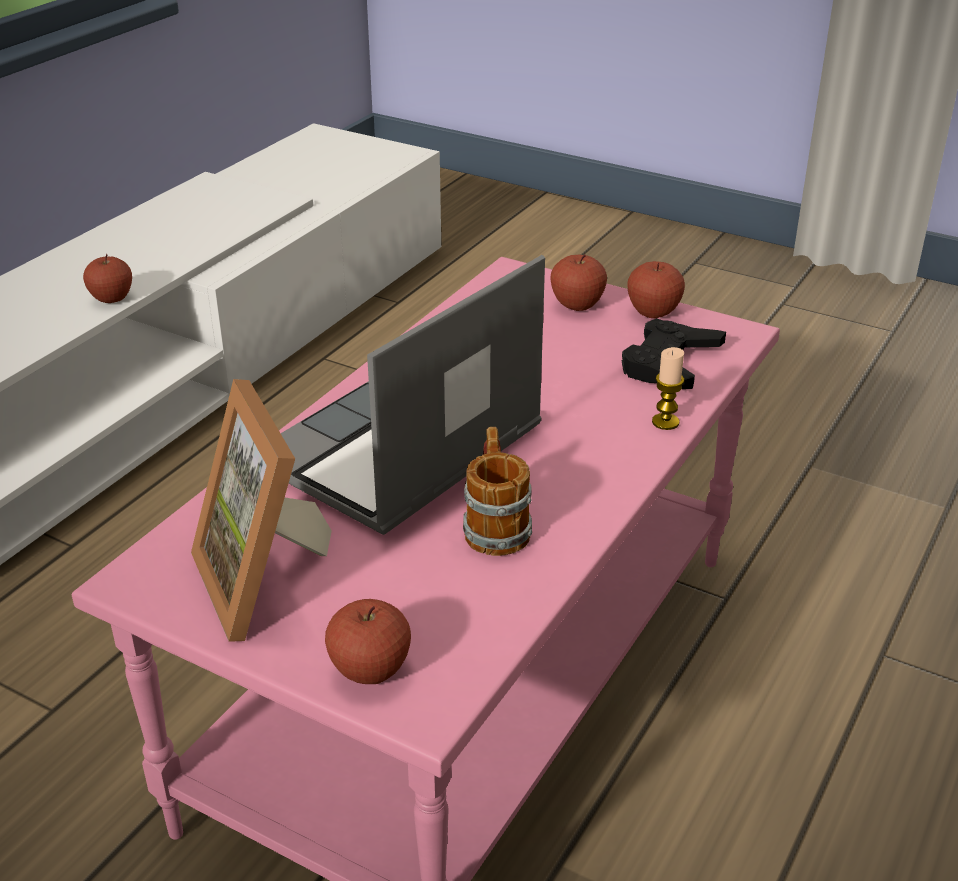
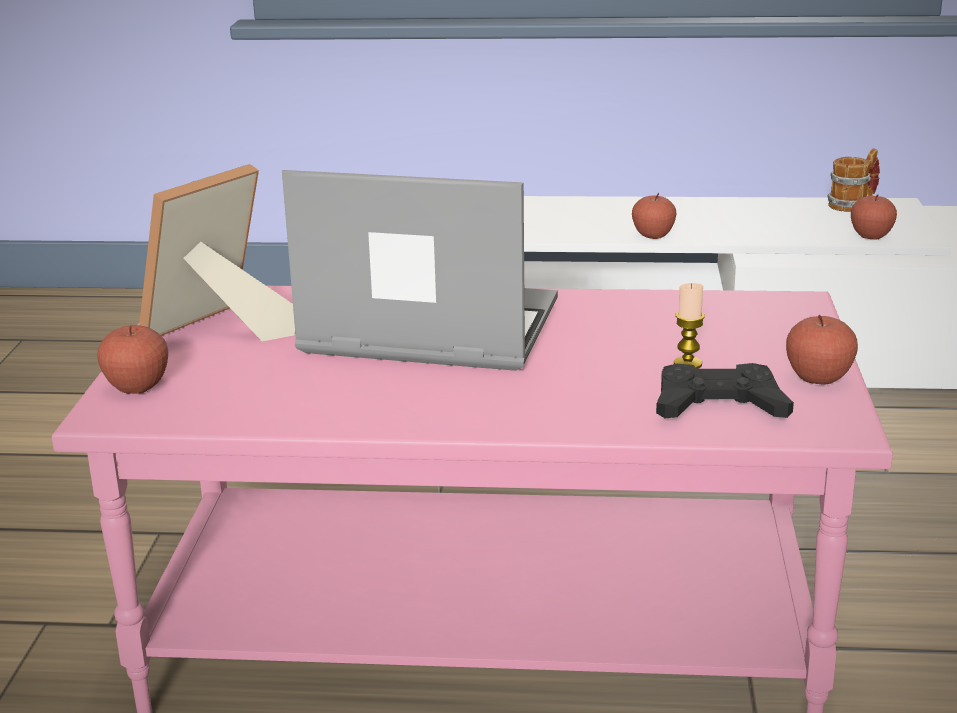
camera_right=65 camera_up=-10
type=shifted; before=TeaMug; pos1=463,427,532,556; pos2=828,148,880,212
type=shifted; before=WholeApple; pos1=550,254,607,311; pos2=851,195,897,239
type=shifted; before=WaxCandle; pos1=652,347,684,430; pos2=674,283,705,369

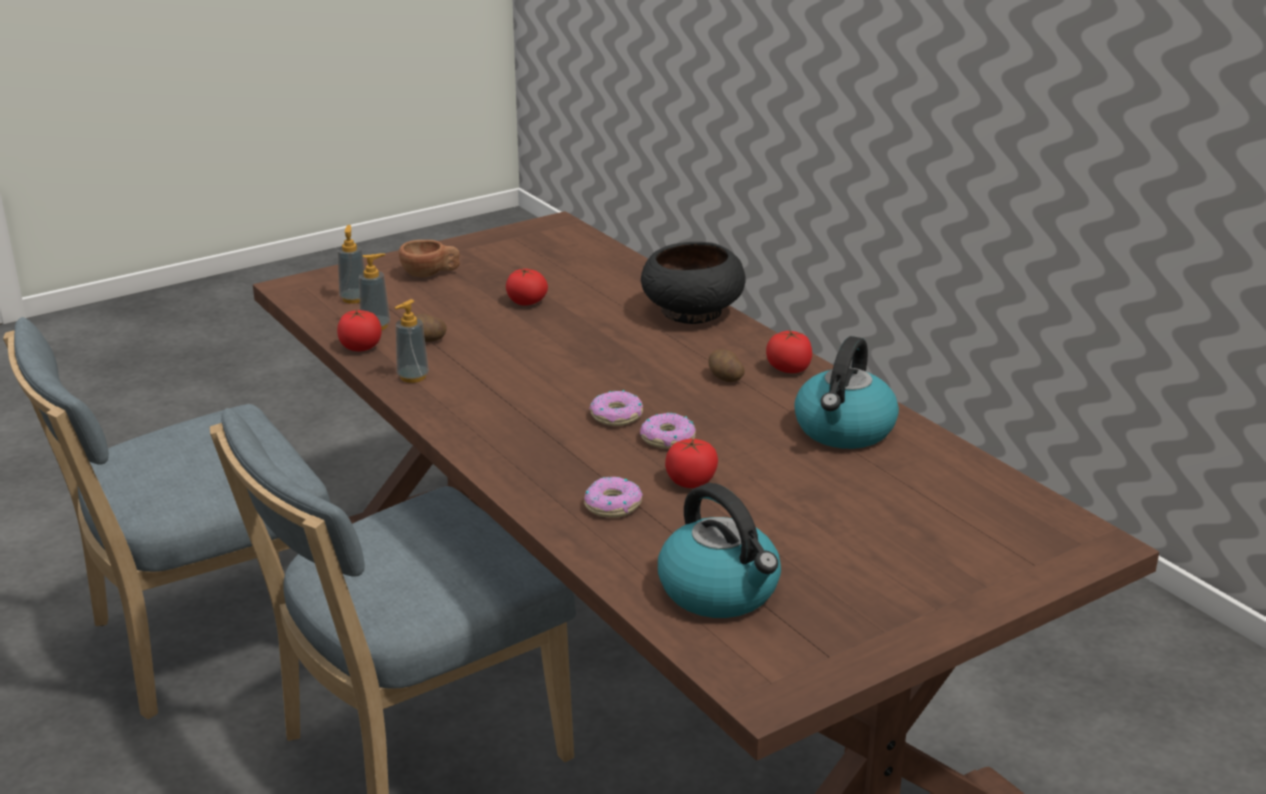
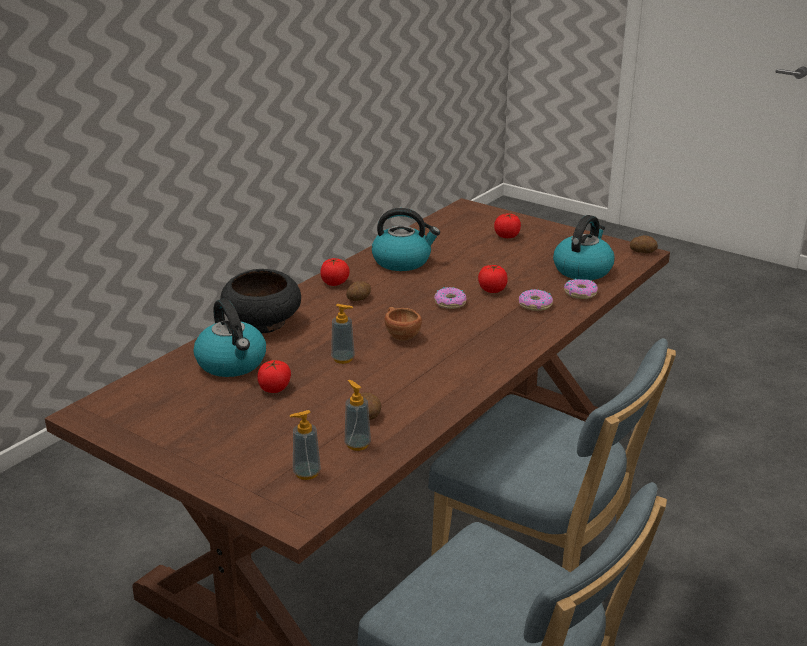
camera_right=-110 camera_up=0
type=new; after=TeaKettle; pos2=194,299,266,377
type=new; after=Spud; pos2=630,235,658,253
type=shifted; before=WholeTomato; pos1=337,309,381,351; pos2=494,213,521,238
type=shifted; before=SoapBottle; pos1=395,299,429,383; pos2=331,304,355,364
type=shifted; before=BrownColouredDrinkingCup; pos1=399,240,460,278; pos2=384,307,422,341
type=shifted; before=RingDoughnut; pos1=589,390,643,426; pos2=564,279,598,299

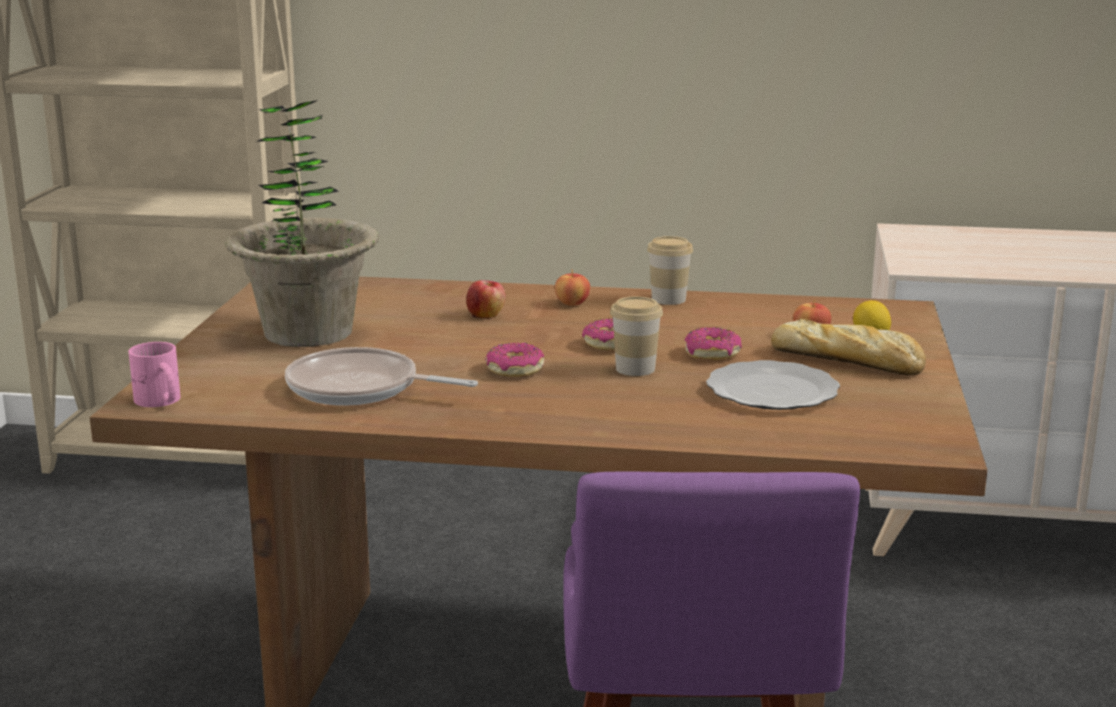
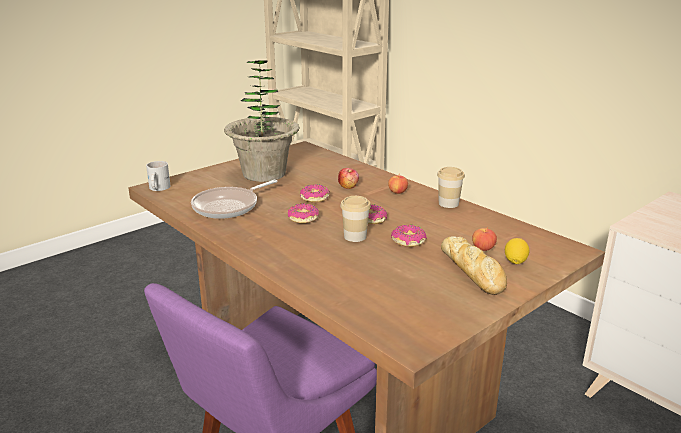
camera_right=40 camera_up=5
type=gone; before=Plate; pos1=706,360,840,410
type=new; after=RingDoughnut; pos2=300,184,330,202
type=repainted; before=PinkTeaMug; after=WhitishTeaMug; pos1=128,342,181,407; pos2=146,161,171,191
type=rotated; before=Pan; pos1=285,347,478,406; pos2=191,180,278,219; turn=-105

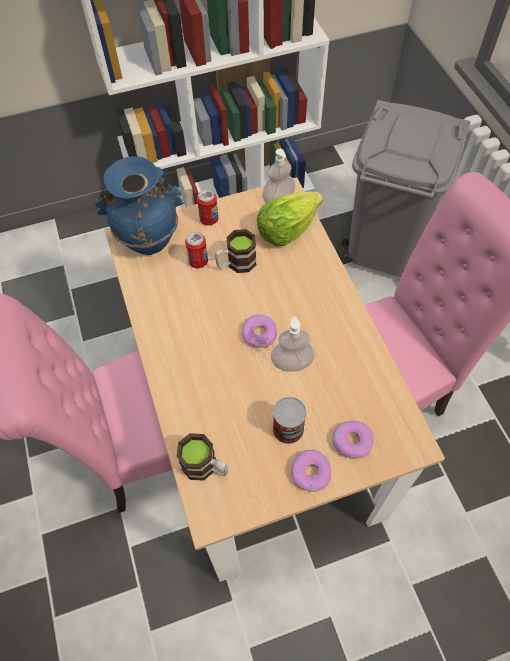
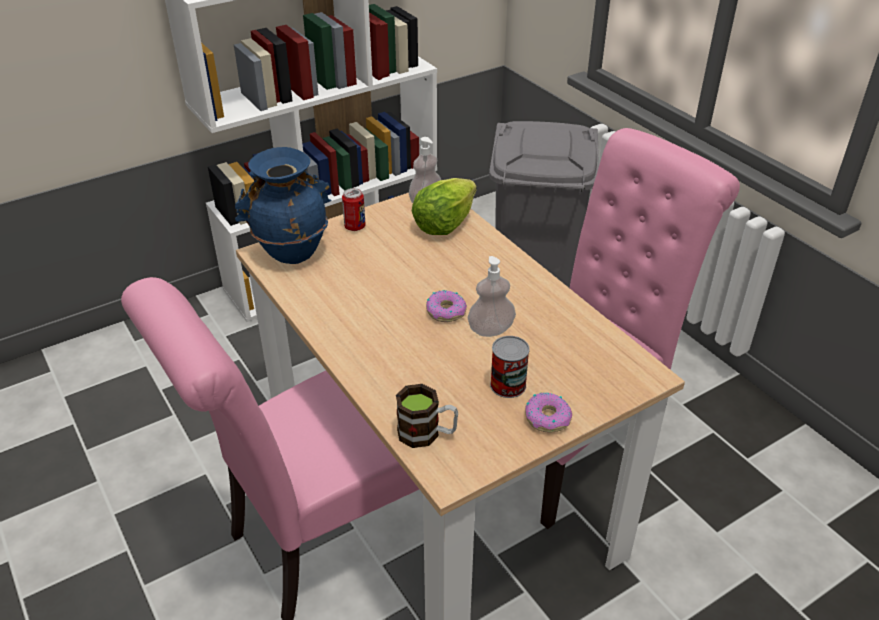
camera_right=-15 camera_up=-20
type=gone; before=Can; pos1=185,232,208,268
type=gone; before=TeaMug; pos1=215,229,256,273
type=gone; before=RingDoughnut; pos1=332,421,374,459

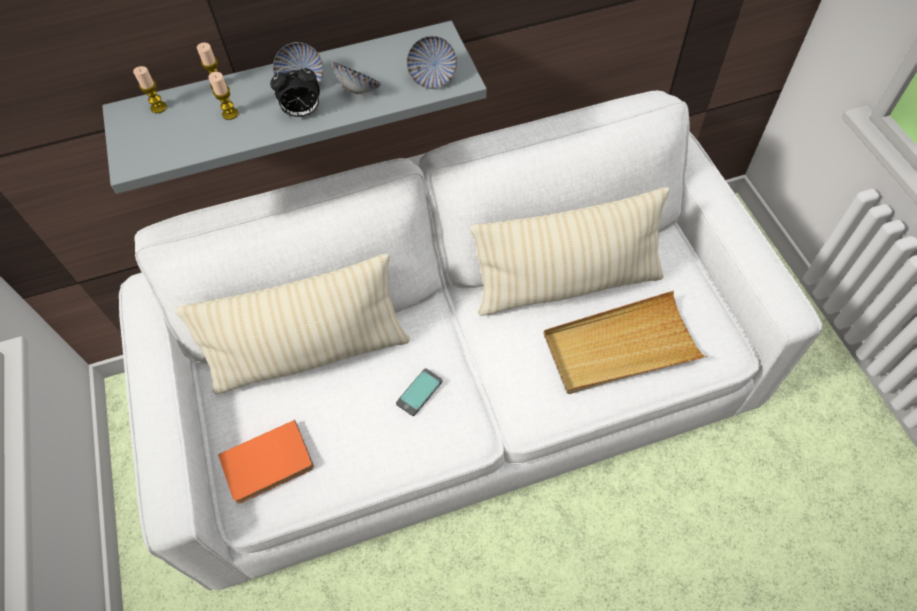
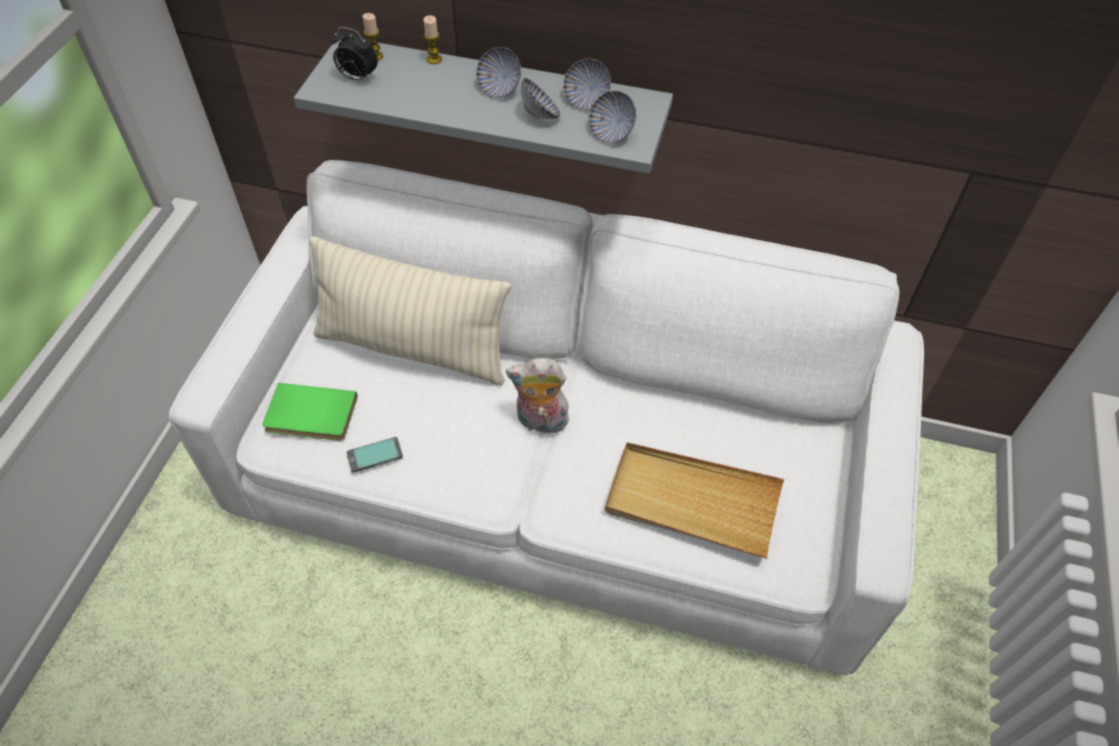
camera_right=30 camera_up=-5
type=gone; before=WaxCandle; pos1=208,72,238,120
type=gone; before=BeigeColouredPillow; pos1=470,187,670,316
type=new; after=SoftToy; pos2=506,358,569,434
type=new; after=DeepDish; pos2=563,59,611,110
type=shifted; before=AlarmClock; pos1=270,65,320,117; pos2=330,27,378,82
type=shifted; before=Phone; pos1=396,368,442,416; pos2=346,437,403,472
type=repainted; before=OrangeVolume; after=GreenVolume; pos1=218,420,314,504; pos2=262,383,358,441

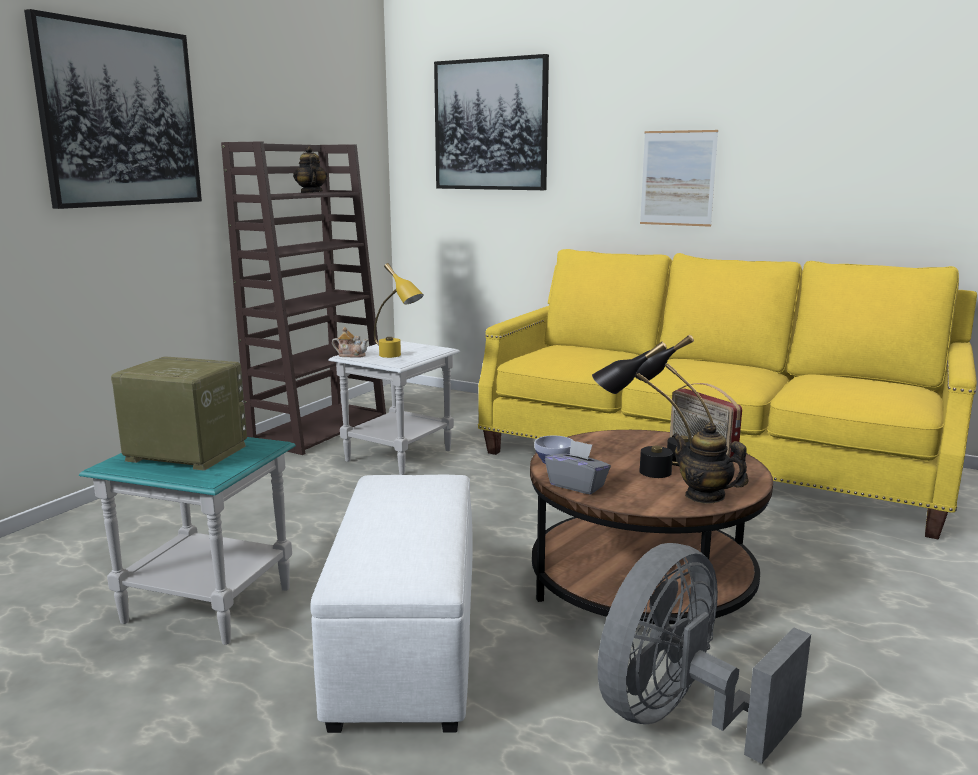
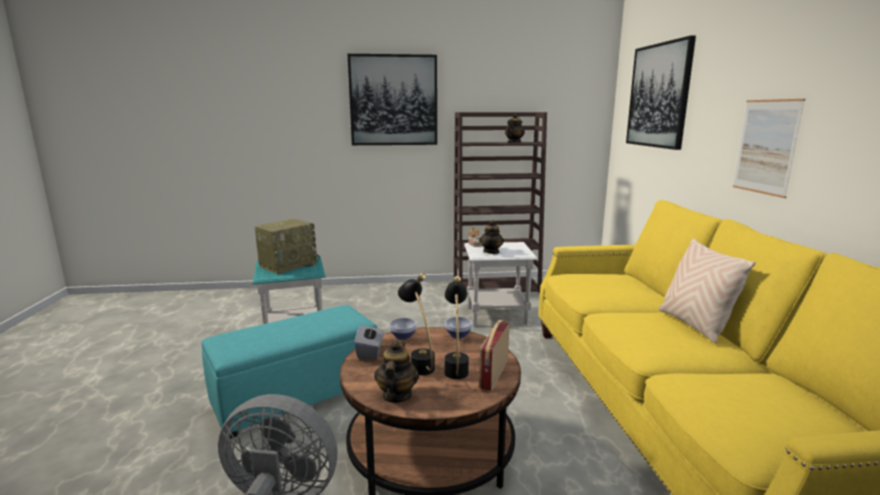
camera_right=55 camera_up=0
type=new; after=DeepDish; pos2=445,317,472,339
type=new; after=BeigeColouredPillow; pos2=659,238,756,343
type=swapped; before=YellowTabletopLamp; after=PotForTea; pos1=374,263,424,358; pos2=479,220,504,254
type=repainted; before=WhitishOttoman; after=TurquoiseColouredOttoman; pos1=310,475,473,733; pos2=201,305,377,439
type=rotated; before=Radio; pos1=111,356,247,471; pos2=255,219,319,274; turn=60

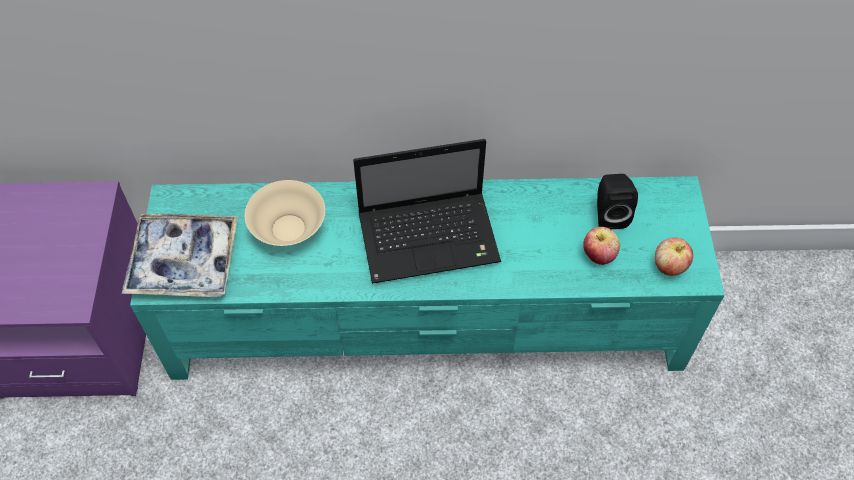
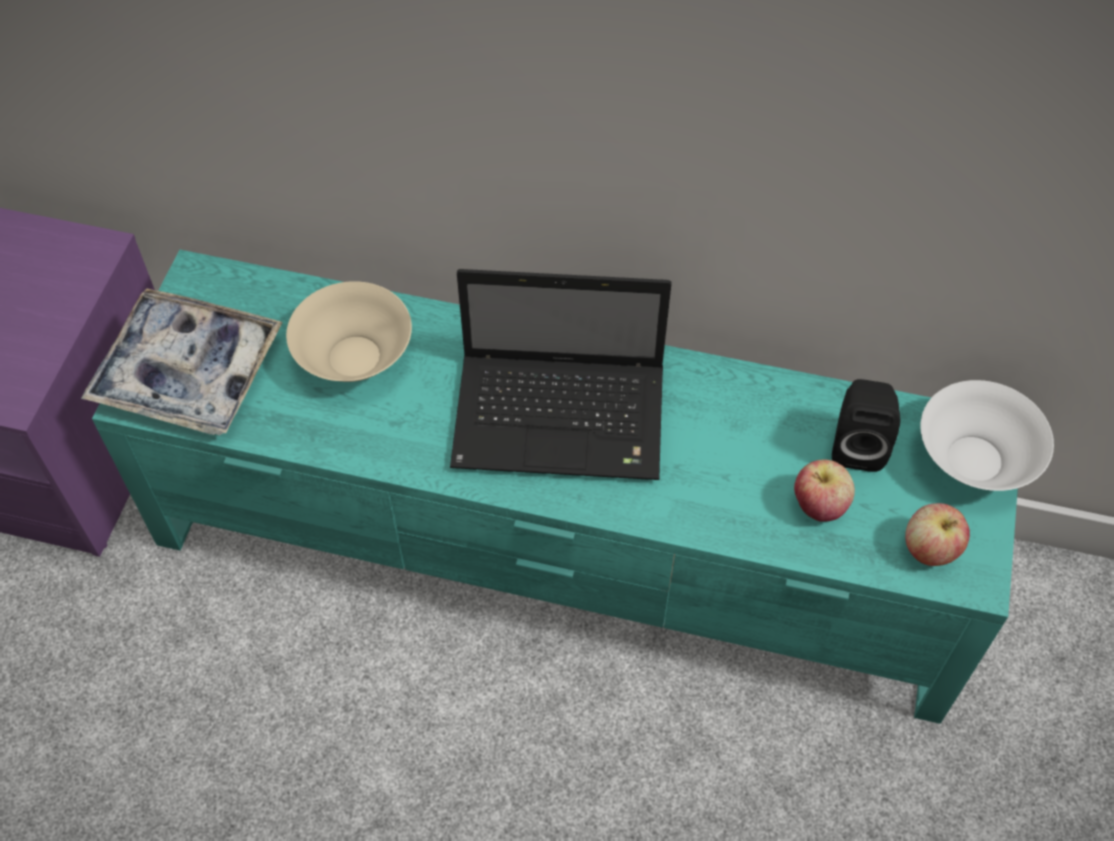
camera_right=15 camera_up=0
type=new; after=WhitishDeepDish; pos2=920,380,1054,491

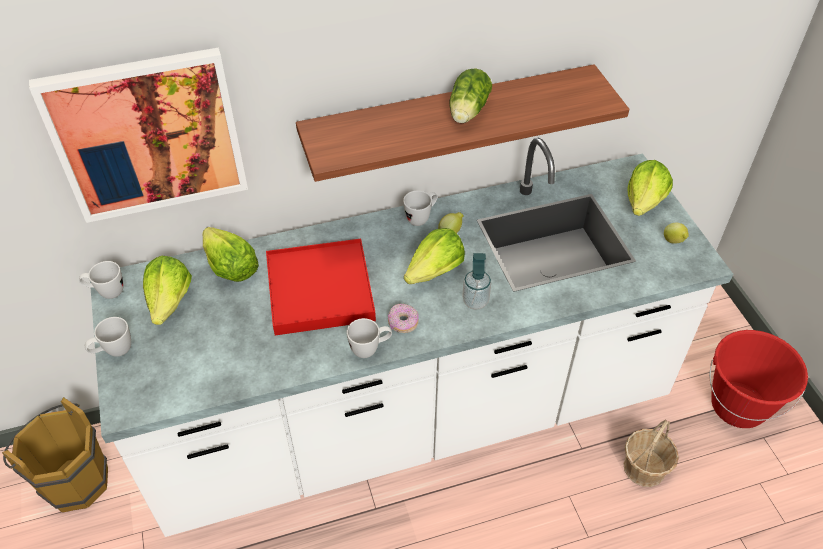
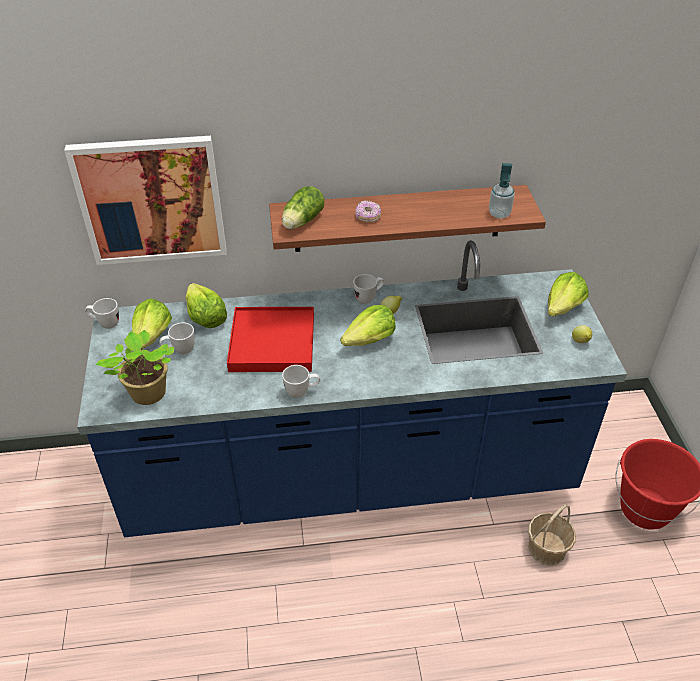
camera_right=10 camera_up=-5
type=gone; before=BrownColouredBucket; pos1=2,397,108,512
type=new; after=Houseplant; pos2=96,330,174,405
type=shifted; before=WhitishTeaMug; pos1=85,317,131,357; pos2=159,322,195,354
type=shifted; before=RingDoughnut; pos1=388,303,419,333; pos2=355,200,381,222
type=shifted; before=Lettuce; pos1=449,68,492,123; pos2=282,186,324,229
type=shifted; before=SoapBottle; pos1=462,253,491,310; pos2=489,163,515,219
type=repainted; before=WhitishKitchenCounter; after=BlueColouredKitchenCounter; pos1=90,138,733,537; pos2=77,240,627,537

